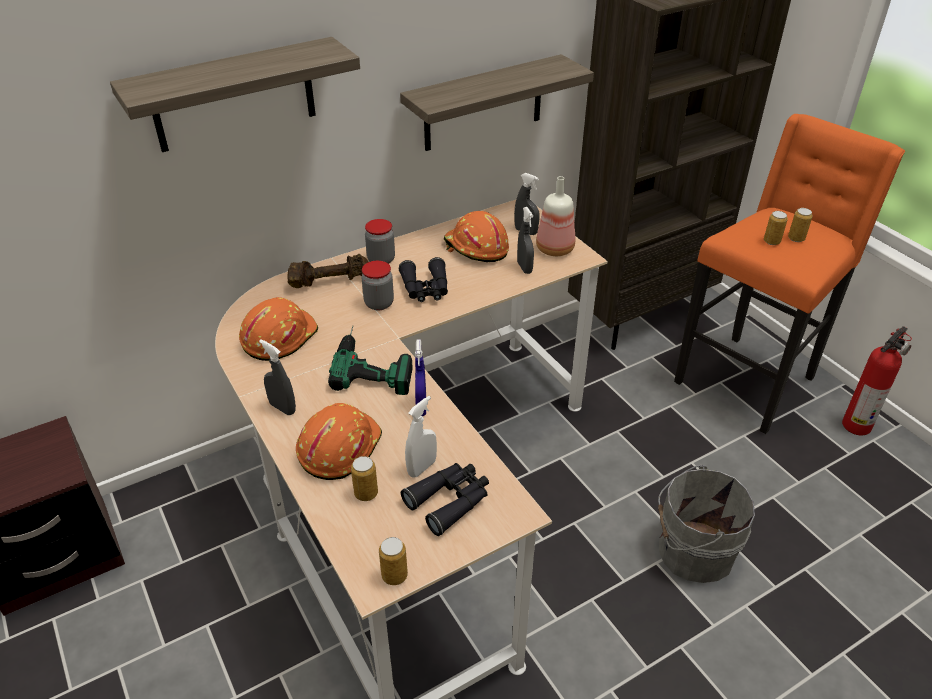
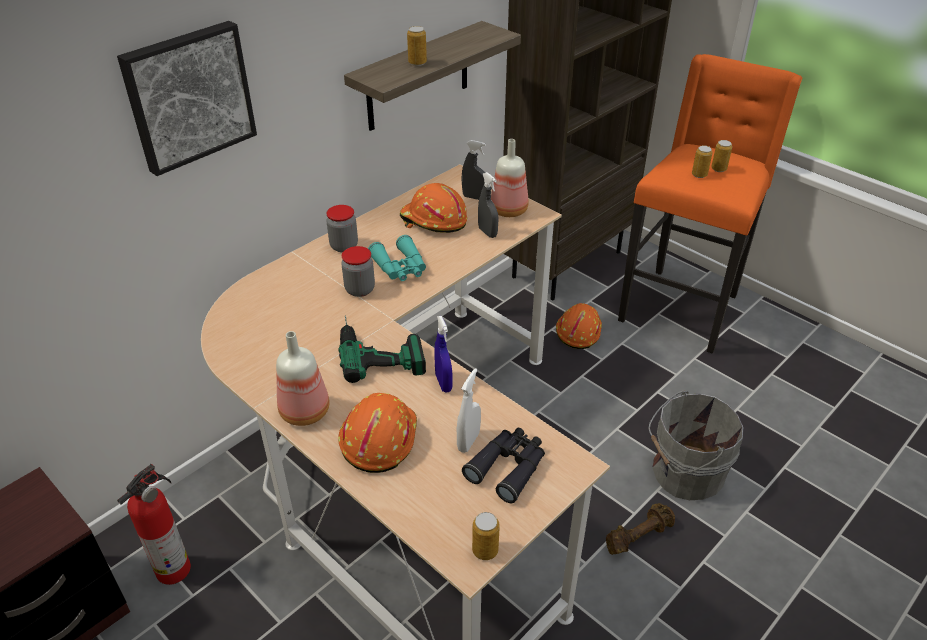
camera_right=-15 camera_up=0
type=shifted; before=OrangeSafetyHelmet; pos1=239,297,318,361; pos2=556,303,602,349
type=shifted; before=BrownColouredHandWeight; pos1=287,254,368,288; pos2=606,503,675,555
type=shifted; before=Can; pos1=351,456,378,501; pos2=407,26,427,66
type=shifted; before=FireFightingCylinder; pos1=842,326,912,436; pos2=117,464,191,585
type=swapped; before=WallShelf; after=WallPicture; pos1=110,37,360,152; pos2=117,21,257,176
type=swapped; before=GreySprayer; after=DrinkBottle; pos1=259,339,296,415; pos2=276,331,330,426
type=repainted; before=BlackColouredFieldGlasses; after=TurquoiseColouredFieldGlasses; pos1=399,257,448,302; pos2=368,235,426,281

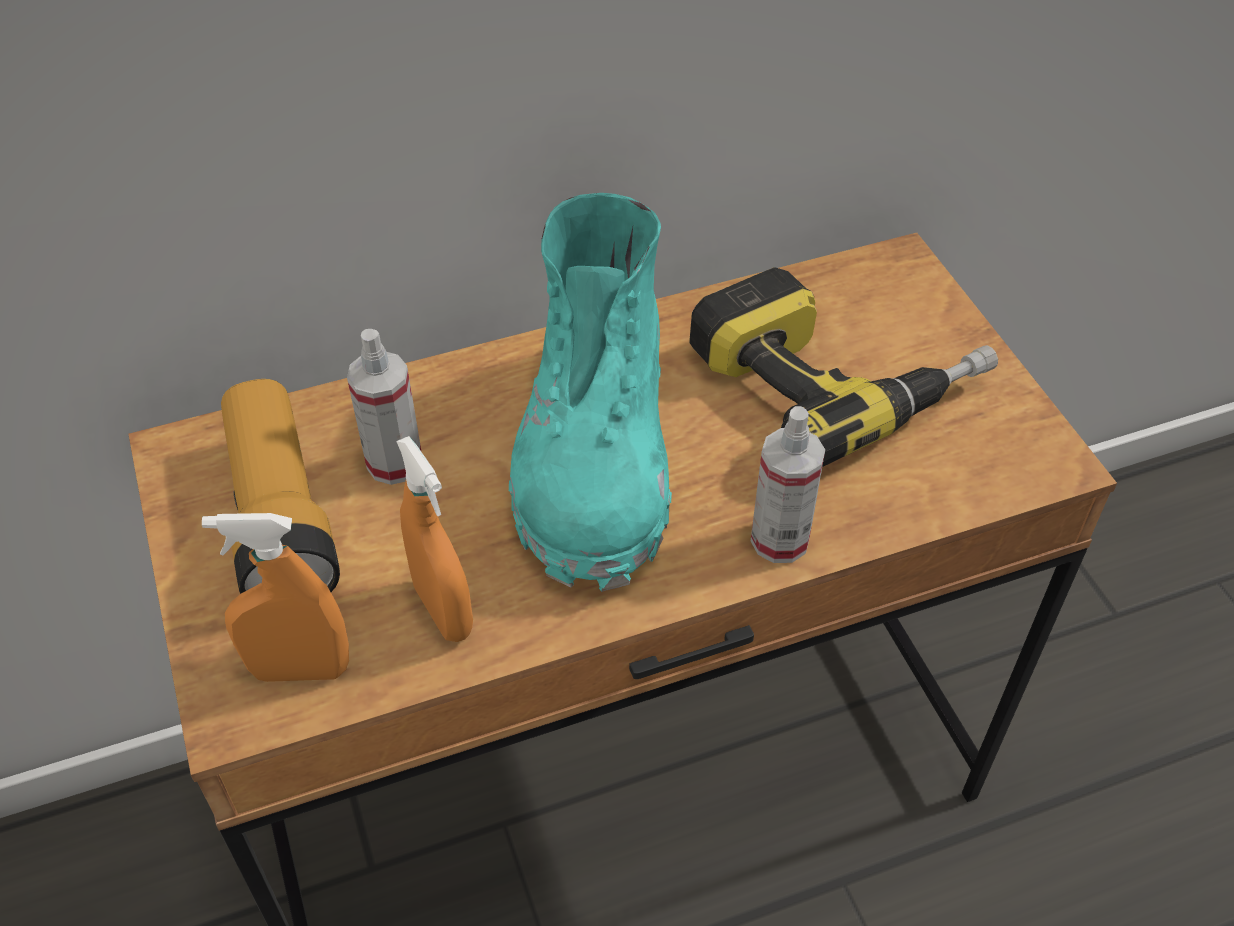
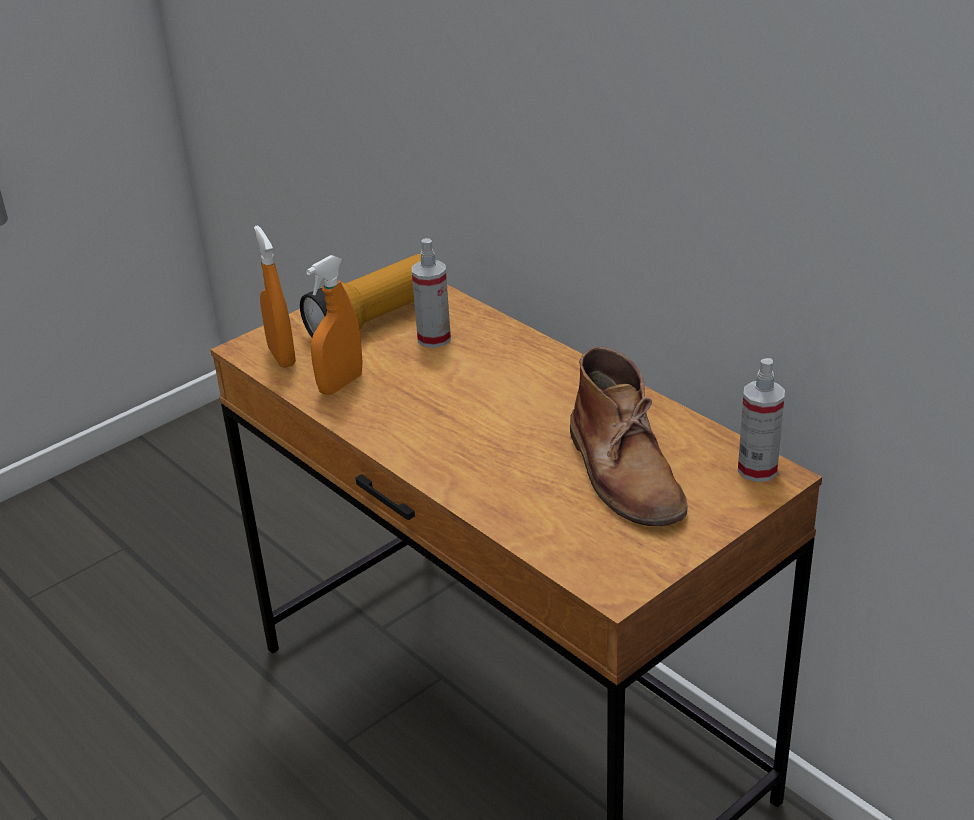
camera_right=70 camera_up=-15
type=gone; before=TurquoiseColouredTallBoot; pos1=509,193,672,592
type=shifted; before=Sprayer; pos1=751,406,825,563; pos2=738,358,785,482
type=swapped; before=PowerDrill; after=BrownColouredTallBoot; pos1=689,267,998,467; pos2=570,347,688,526

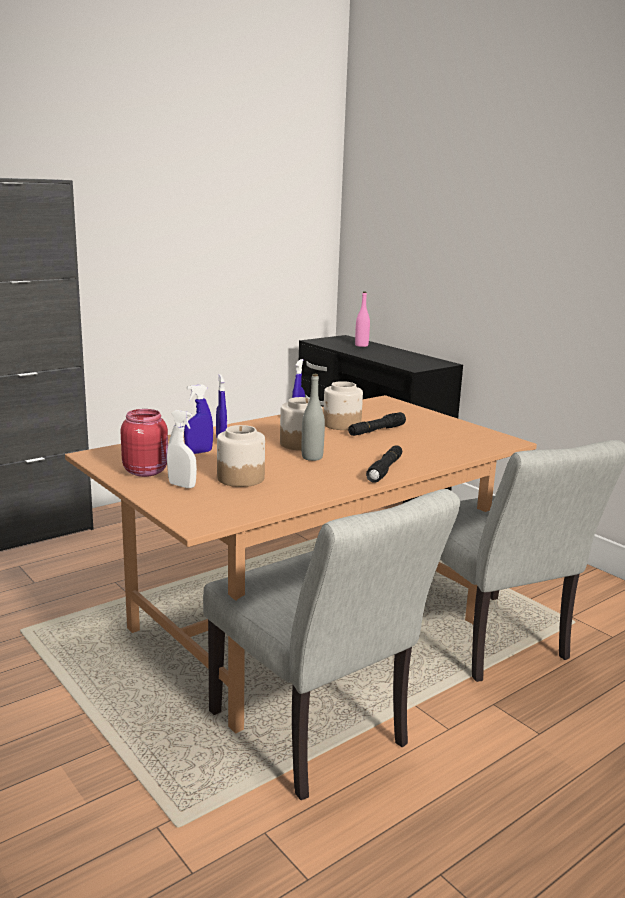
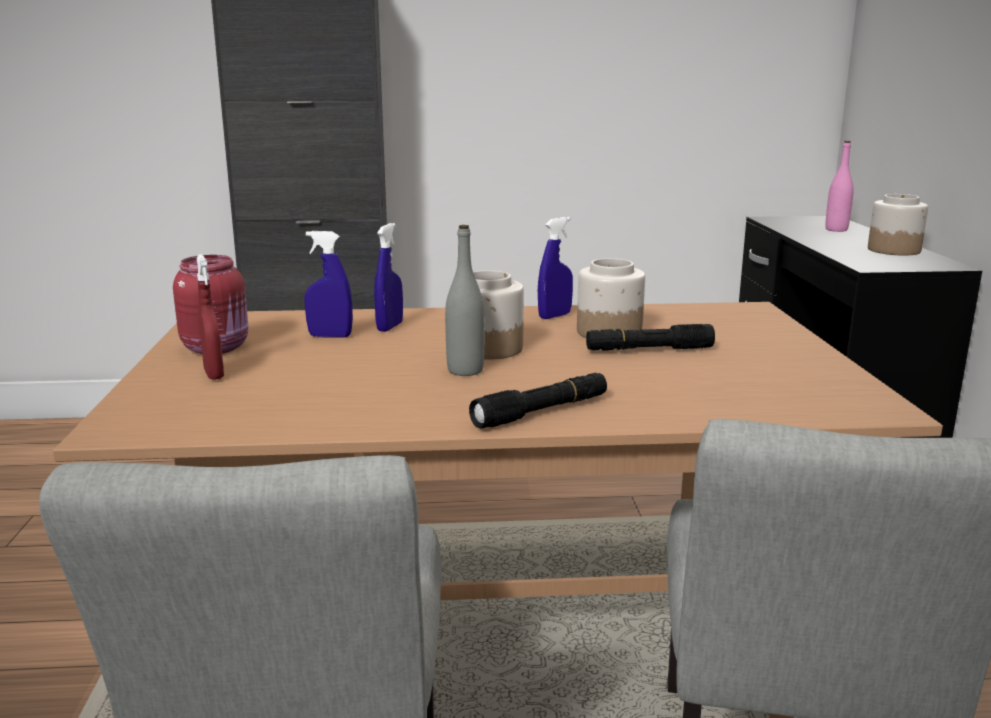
camera_right=35 camera_up=0
type=shifted; before=StorageJar; pos1=217,425,265,487; pos2=868,194,928,256
type=repainted; before=WhitishSprayer; after=ReddishSprayer; pos1=167,410,197,488; pos2=197,254,224,380

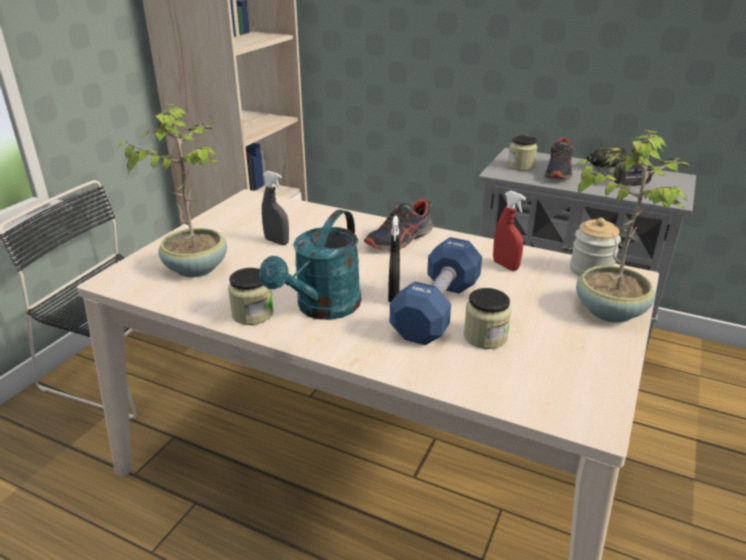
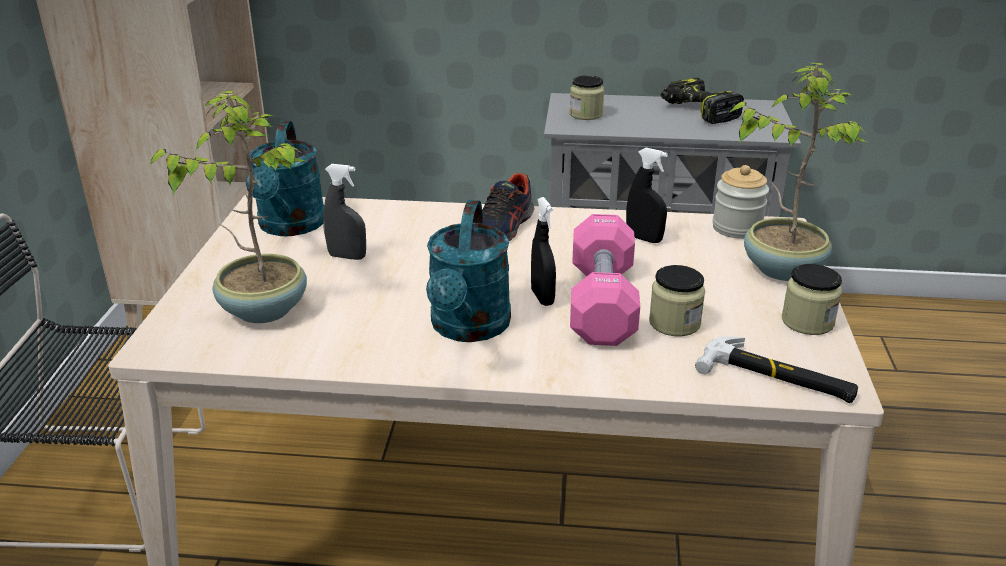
camera_right=-20 camera_up=0
type=gone; before=Shoe; pos1=544,138,573,180
type=new; after=TurquoiseColouredWateringPot; pos2=246,121,324,236
type=new; after=Hammer; pos2=695,337,858,403
type=shifted; before=StorageJar; pos1=228,268,273,325; pos2=782,264,842,335
type=repainted; before=BlueColouredHandWeight; after=PinkHandWeight; pos1=390,237,482,345; pos2=570,214,640,346
type=repainted; before=ReddishSprayer; after=BlackColouredSprayer; pos1=493,191,526,271; pos2=626,148,668,243

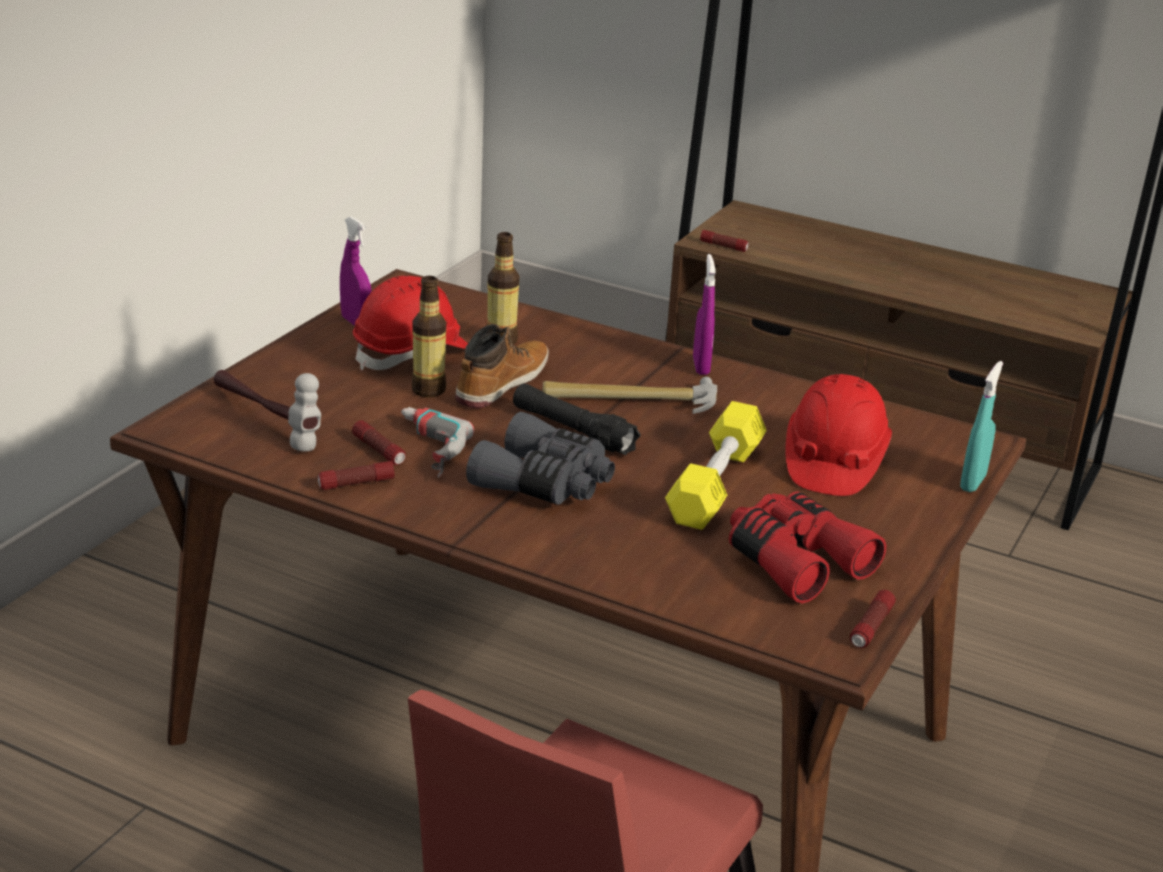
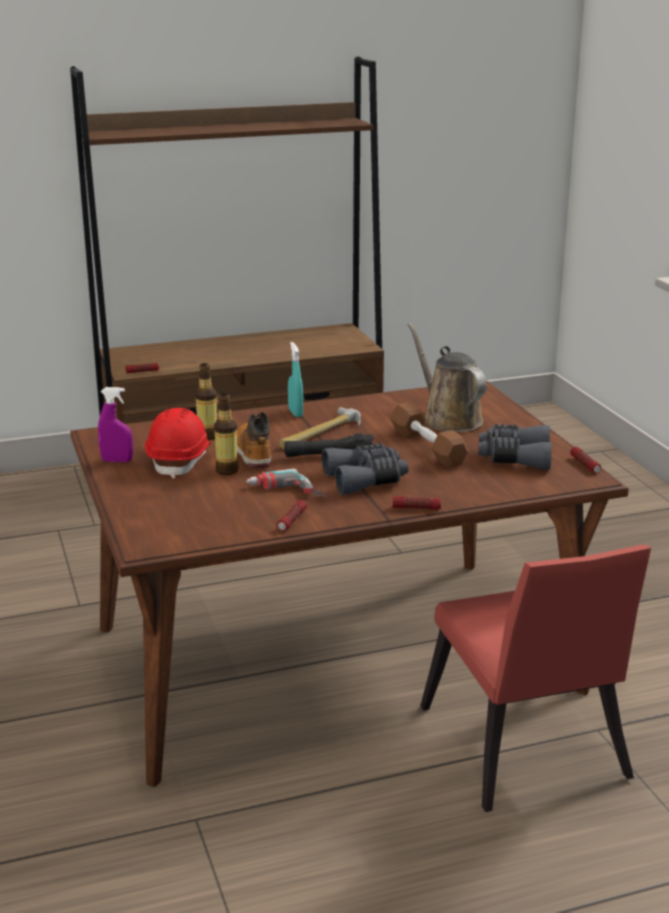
camera_right=-45 camera_up=-5
type=gone; before=Hammer; pos1=214,370,321,452
type=gone; before=PurplishSprayer; pos1=693,254,716,375
type=shifted; before=HandTorch; pos1=352,420,406,465; pos2=393,496,441,510
type=shifted; before=TurquoiseColouredSprayer; pos1=960,361,1003,492; pos2=288,342,303,417
type=swapped; before=ReddishSafetyHelmet; after=BrownColouredWateringPot; pos1=785,374,892,496; pos2=408,323,487,432
type=repainted; before=YellowHandWeight; after=BrownColouredHandWeight; pos1=665,401,767,530; pos2=390,402,469,468
type=repainted; before=ReddishFieldGlasses; after=GreyFieldGlasses; pos1=729,491,886,604; pos2=478,424,552,470

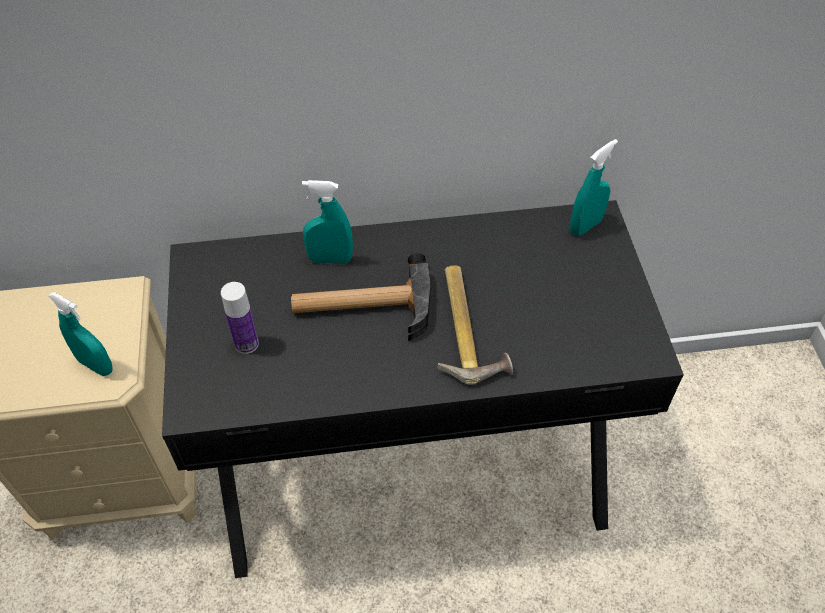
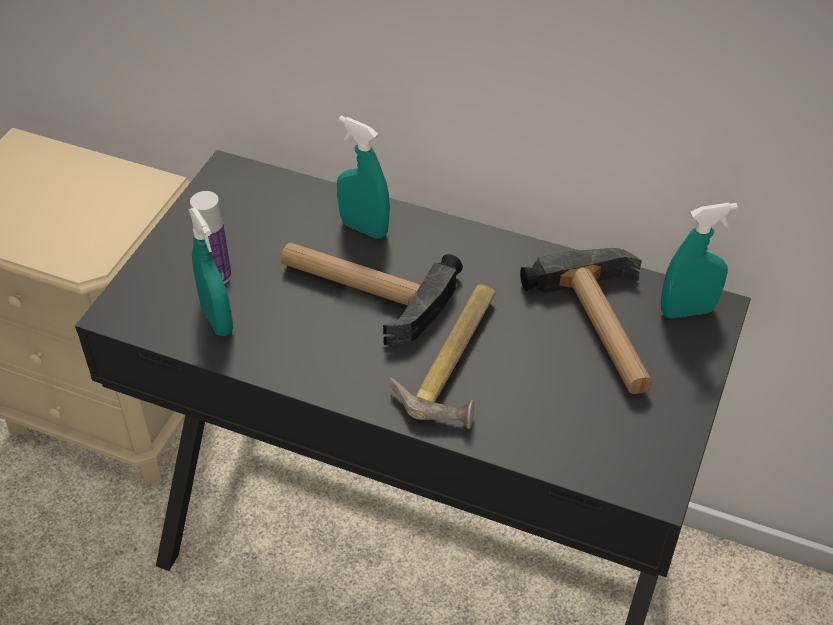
camera_right=30 camera_up=-5
type=new; after=Hammer; pos2=520,248,652,394
type=shifted; before=TurquoiseColouredSprayer; pos1=49,292,113,376; pos2=188,207,233,336

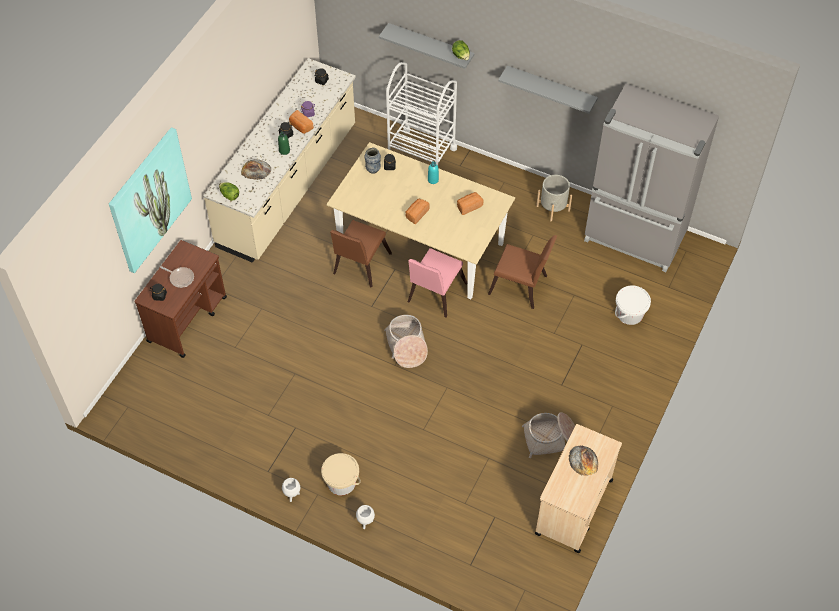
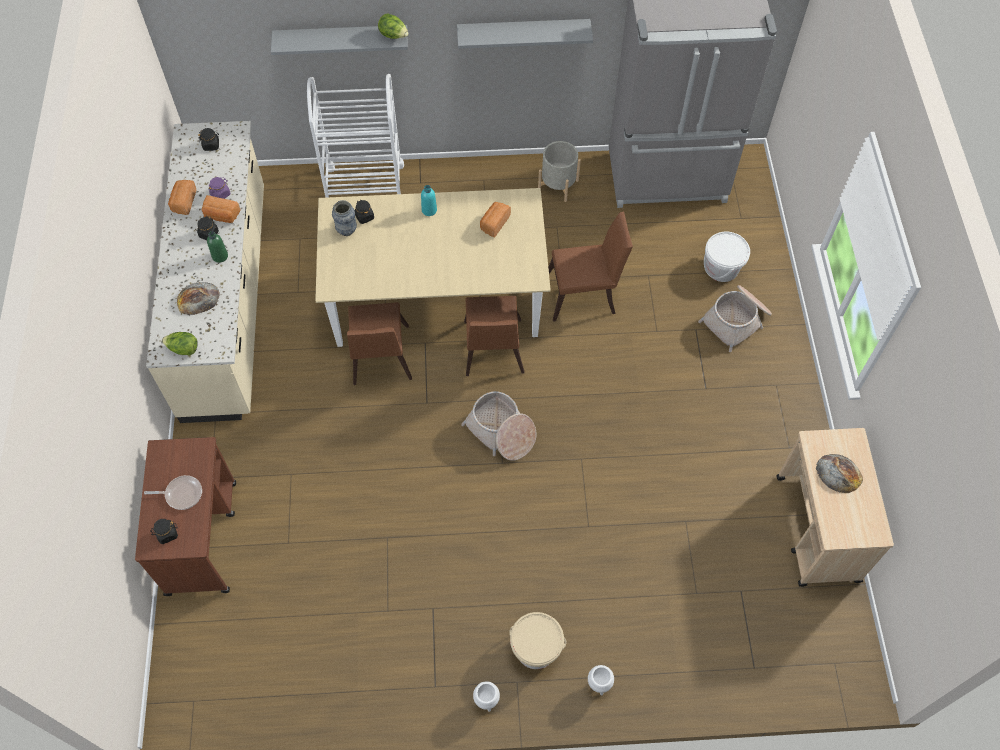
camera_right=-30 camera_up=5
type=gone; before=WallPicture; pos1=109,127,192,273
type=shifted; before=BakeryBread; pos1=406,199,430,224; pos2=168,180,196,215
type=shifted; before=Basket; pos1=522,412,575,458; pos2=698,285,772,352
type=repainted; before=PinkPlainChair; after=BrownColouredPlainChair; pos1=408,248,467,318; pos2=464,296,524,376

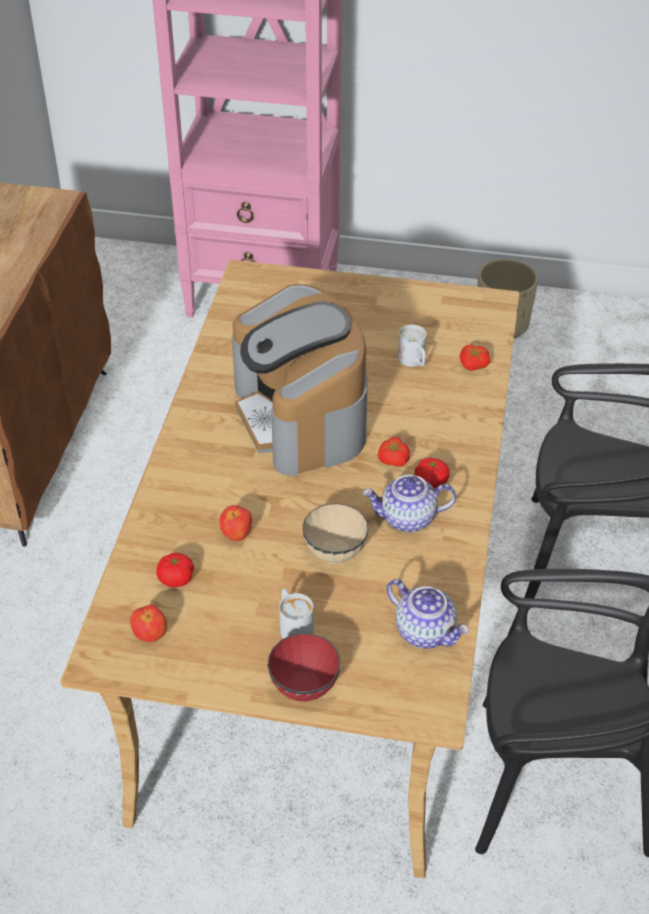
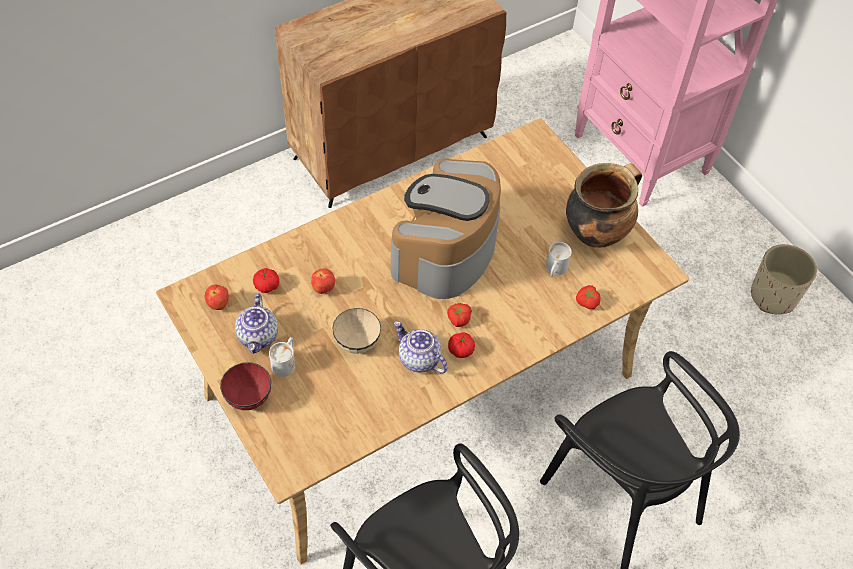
camera_right=45 camera_up=10
type=new; after=CookingPot; pos2=566,163,642,248
type=shifted; before=PotForTea; pos1=386,579,469,649; pos2=235,294,278,354

